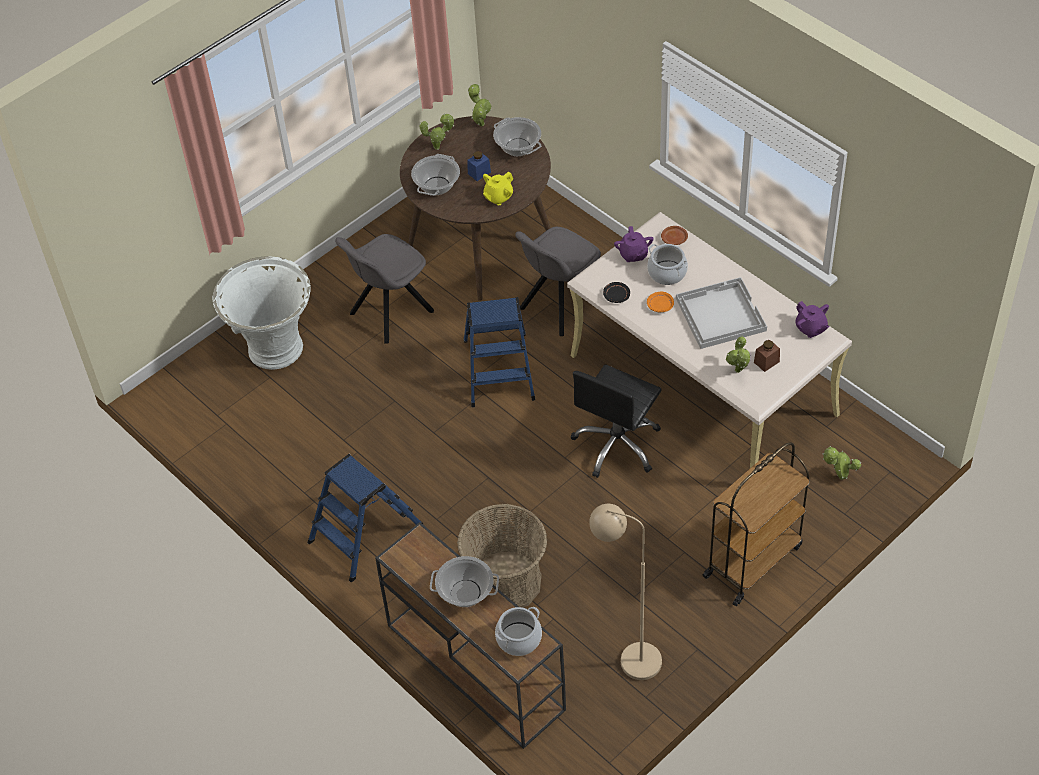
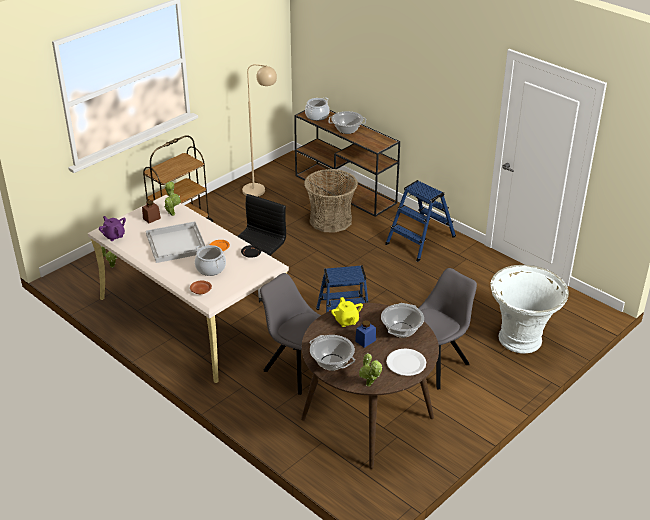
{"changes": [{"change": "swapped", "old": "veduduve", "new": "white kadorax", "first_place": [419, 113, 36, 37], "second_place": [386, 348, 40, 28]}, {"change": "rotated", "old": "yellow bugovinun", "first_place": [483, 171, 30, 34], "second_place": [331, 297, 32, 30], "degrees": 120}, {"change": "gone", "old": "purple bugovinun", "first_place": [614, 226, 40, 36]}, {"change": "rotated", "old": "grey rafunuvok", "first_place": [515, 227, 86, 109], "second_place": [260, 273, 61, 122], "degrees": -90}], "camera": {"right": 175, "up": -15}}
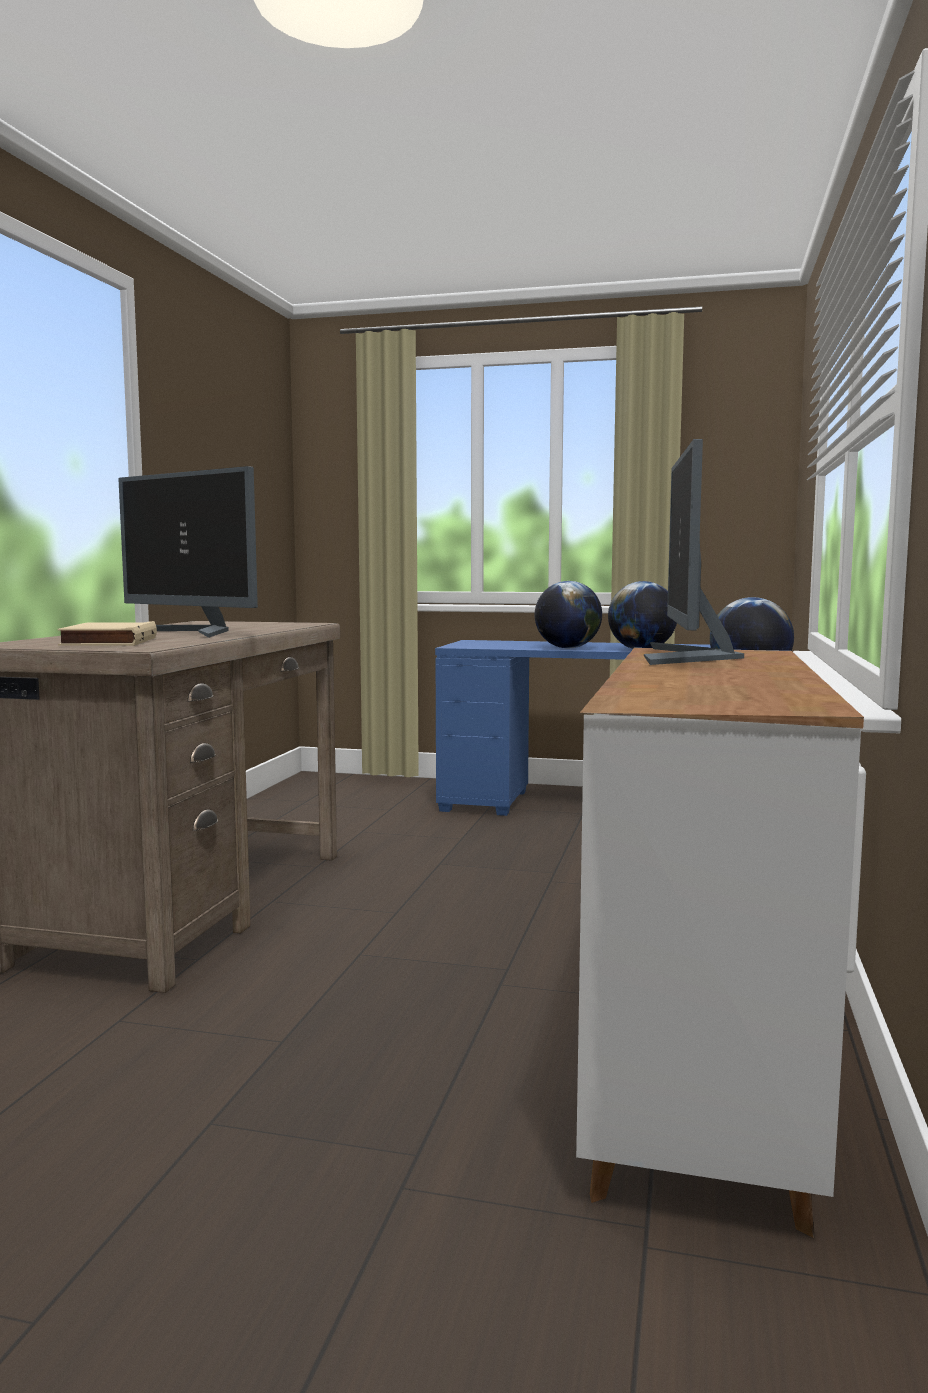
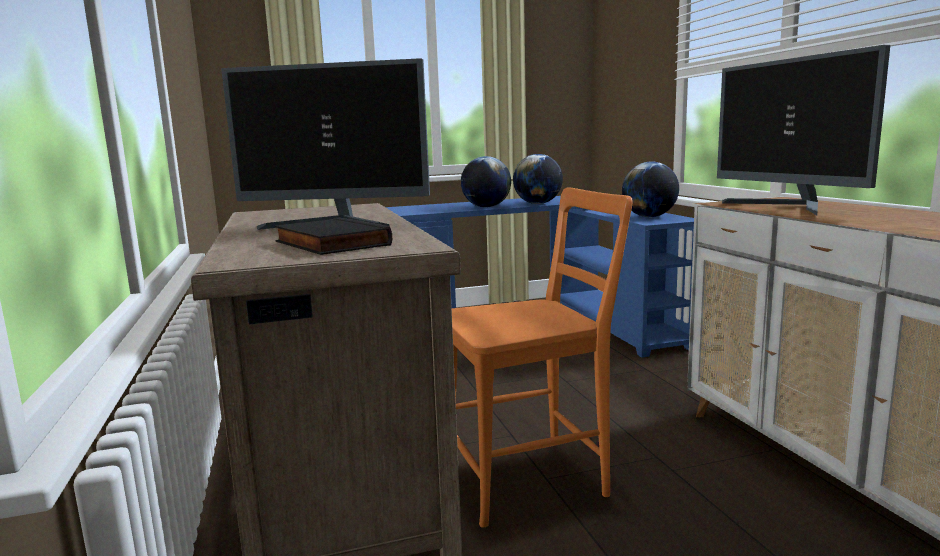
{"changes": [{"change": "repainted", "old": "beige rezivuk", "new": "black rezivuk", "first_place": [58, 621, 99, 25], "second_place": [275, 217, 117, 38]}, {"change": "new", "new": "orange rafunuvok", "second_place": [452, 187, 180, 341]}], "camera": {"right": -30, "up": 5}}
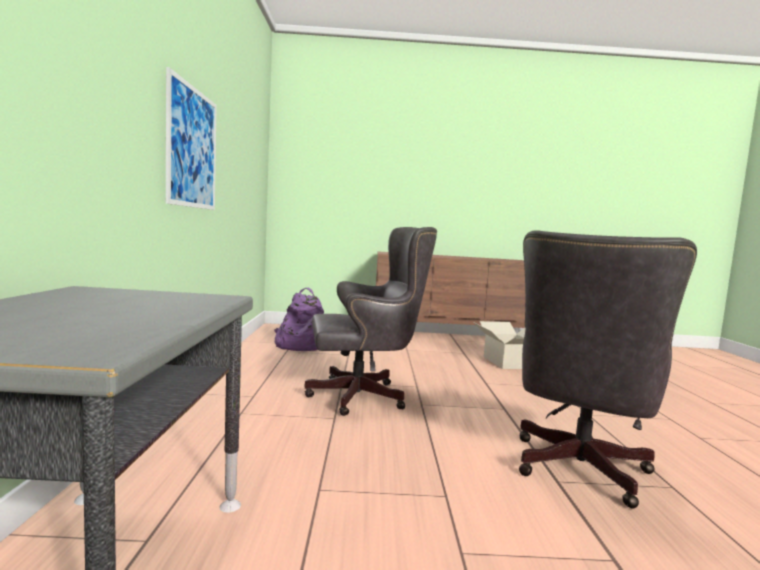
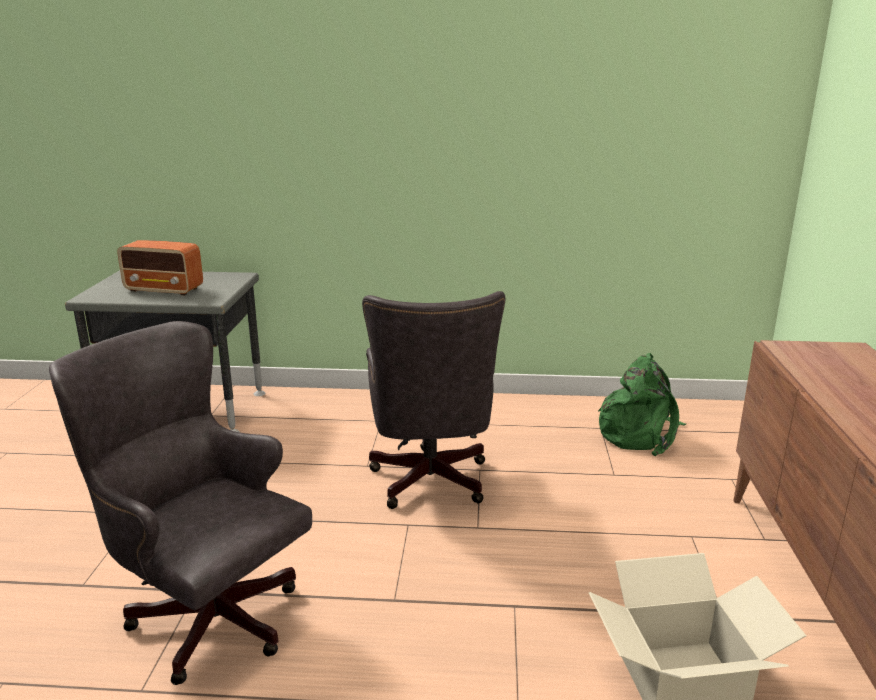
{"changes": [{"change": "gone", "old": "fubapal", "first_place": [166, 67, 51, 143]}, {"change": "repainted", "old": "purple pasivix", "new": "green pasivix", "first_place": [274, 288, 50, 63], "second_place": [598, 353, 88, 103]}, {"change": "new", "new": "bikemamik", "second_place": [118, 240, 85, 55]}], "camera": {"right": 95, "up": 15}}
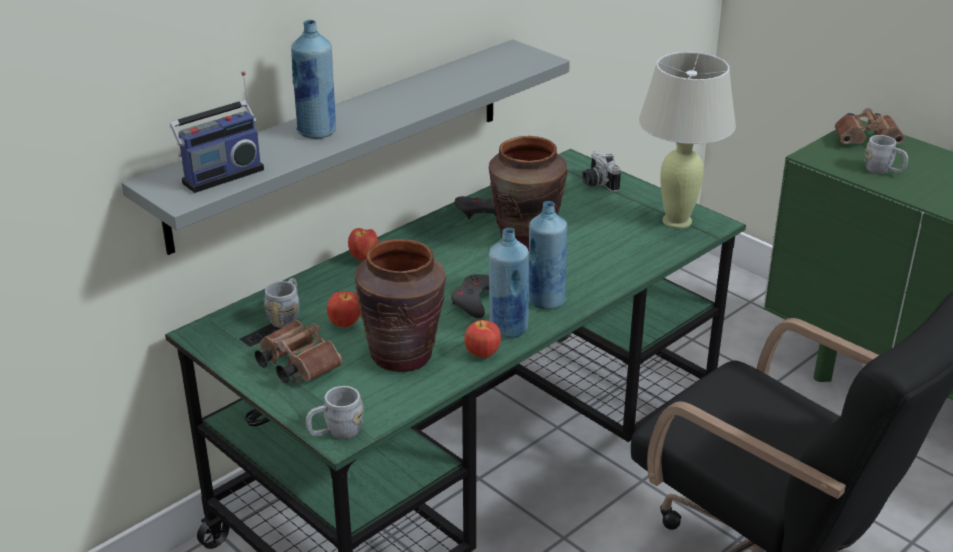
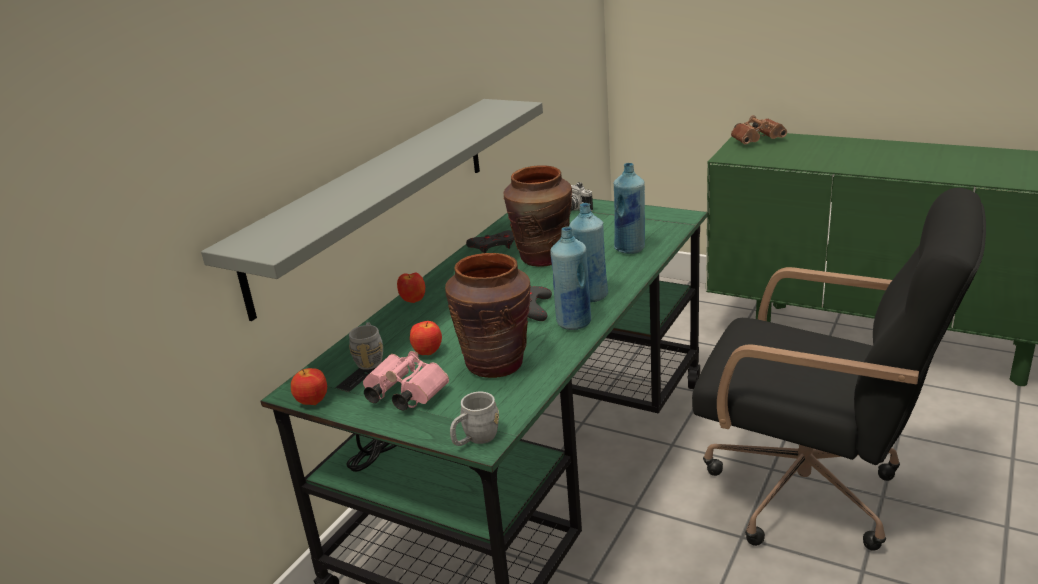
{"changes": [{"change": "shifted", "old": "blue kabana", "first_place": [291, 20, 45, 119], "second_place": [613, 163, 32, 91]}, {"change": "gone", "old": "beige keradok", "first_place": [639, 52, 97, 177]}, {"change": "gone", "old": "bikemamik", "first_place": [170, 71, 94, 122]}, {"change": "gone", "old": "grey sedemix", "first_place": [865, 135, 43, 39]}, {"change": "repainted", "old": "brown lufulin", "new": "pink lufulin", "first_place": [255, 320, 87, 63], "second_place": [363, 351, 86, 59]}, {"change": "shifted", "old": "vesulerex", "first_place": [464, 320, 37, 39], "second_place": [291, 368, 36, 37]}], "camera": {"right": -15, "up": -5}}
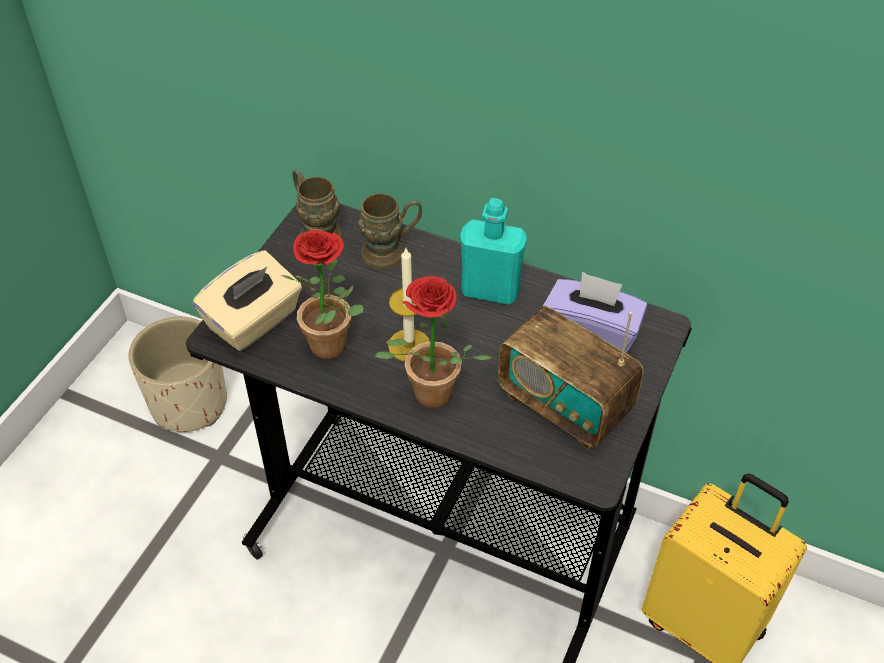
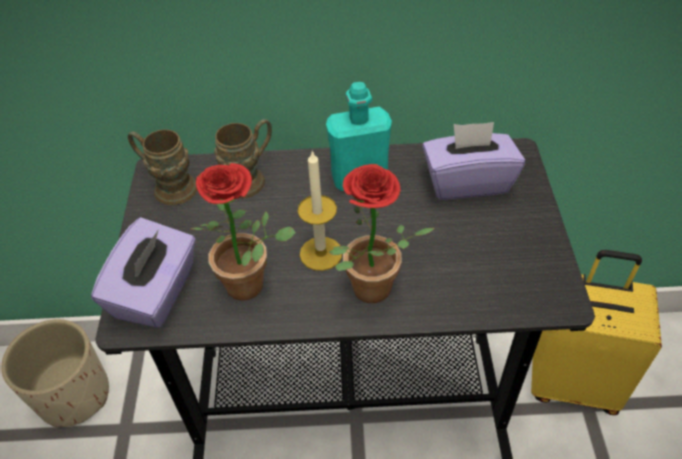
{"changes": [{"change": "repainted", "old": "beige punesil", "new": "purple punesil", "first_place": [193, 250, 109, 101], "second_place": [91, 217, 105, 111]}, {"change": "gone", "old": "bikemamik", "first_place": [498, 306, 146, 144]}], "camera": {"right": -25, "up": 0}}
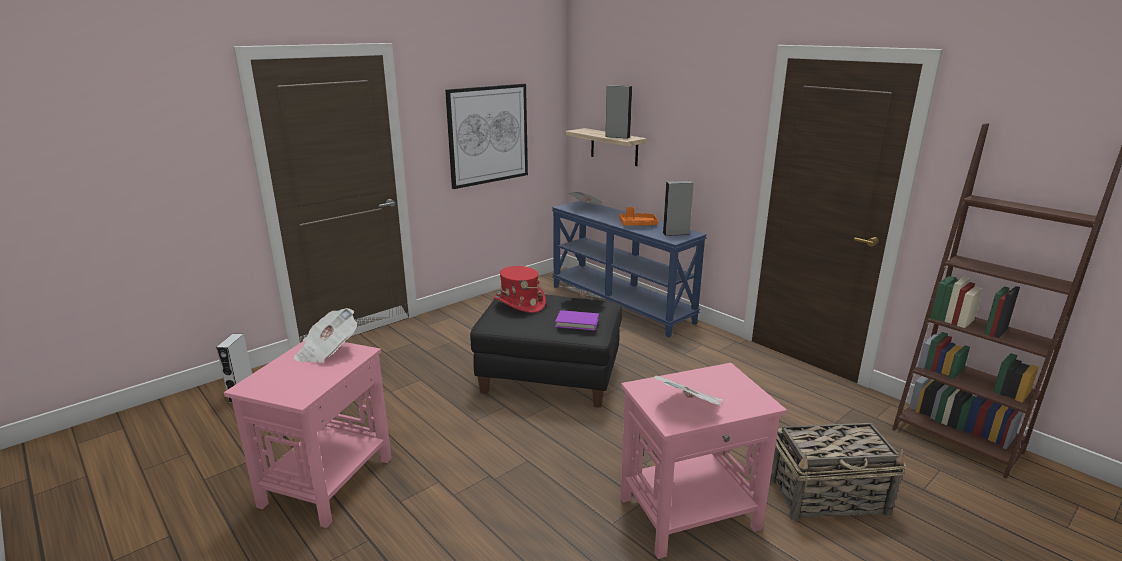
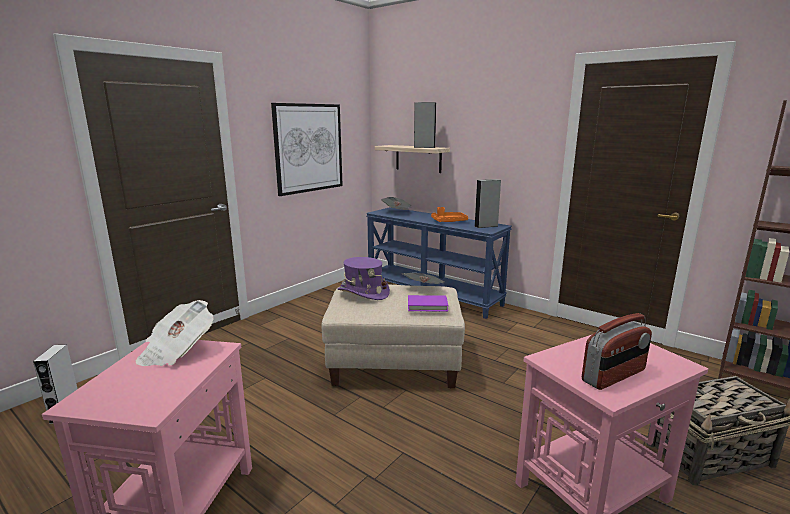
{"changes": [{"change": "repainted", "old": "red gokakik", "new": "purple gokakik", "first_place": [494, 266, 52, 47], "second_place": [337, 257, 53, 43]}, {"change": "repainted", "old": "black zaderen", "new": "beige zaderen", "first_place": [470, 294, 152, 114], "second_place": [321, 284, 144, 104]}, {"change": "swapped", "old": "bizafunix", "new": "bikemamik", "first_place": [654, 376, 69, 30], "second_place": [582, 313, 70, 77]}], "camera": {"right": -10, "up": -5}}
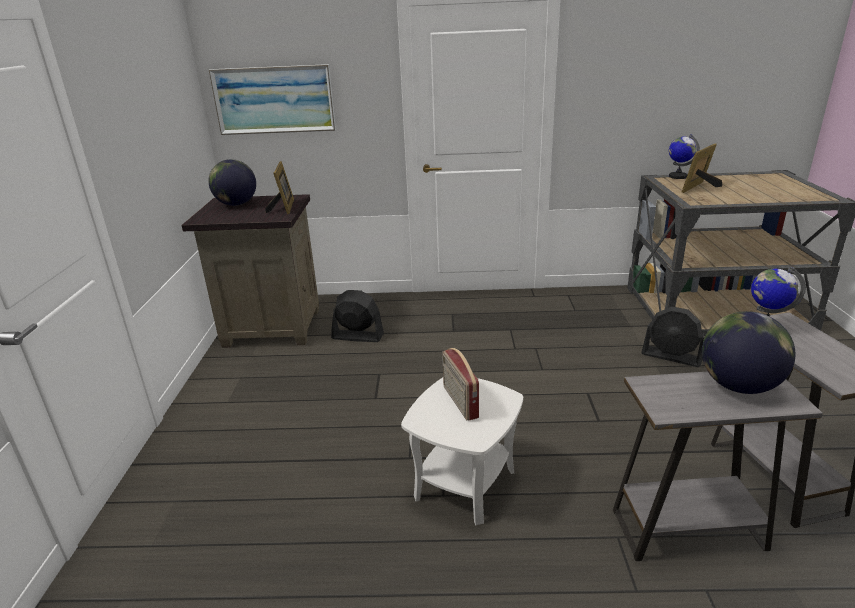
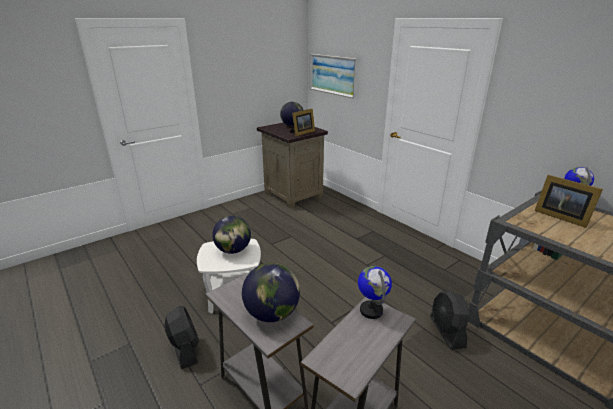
{"changes": [{"change": "rotated", "old": "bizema", "first_place": [682, 144, 40, 49], "second_place": [534, 175, 69, 53], "degrees": -135}, {"change": "shifted", "old": "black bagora", "first_place": [331, 290, 53, 52], "second_place": [164, 306, 35, 63]}, {"change": "swapped", "old": "bikemamik", "new": "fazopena", "first_place": [442, 348, 37, 72], "second_place": [212, 216, 39, 38]}], "camera": {"right": 50, "up": 0}}
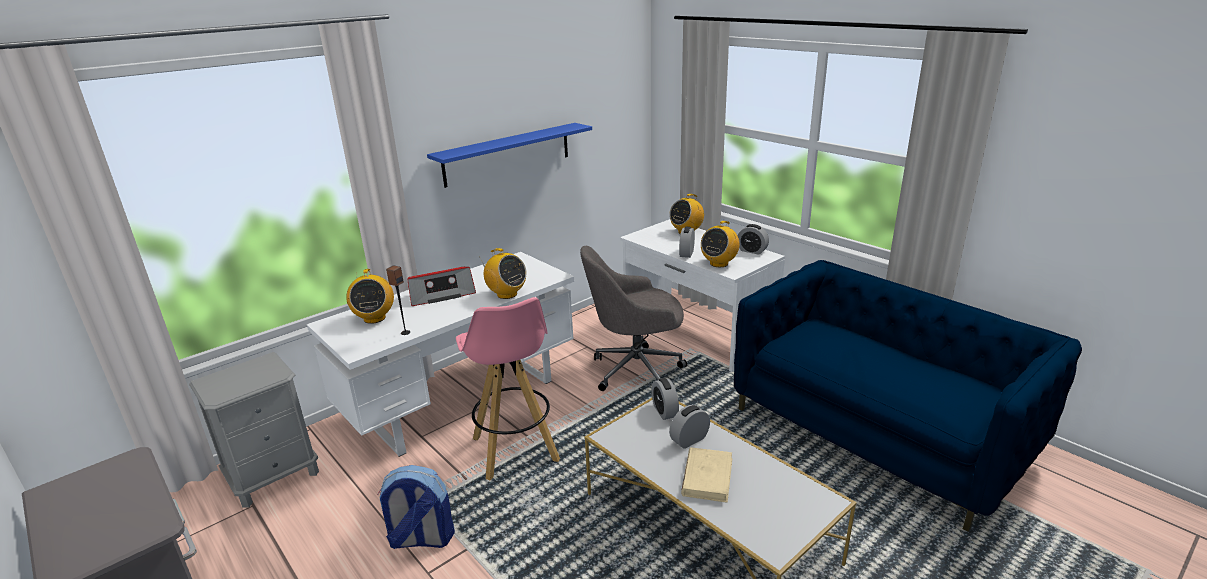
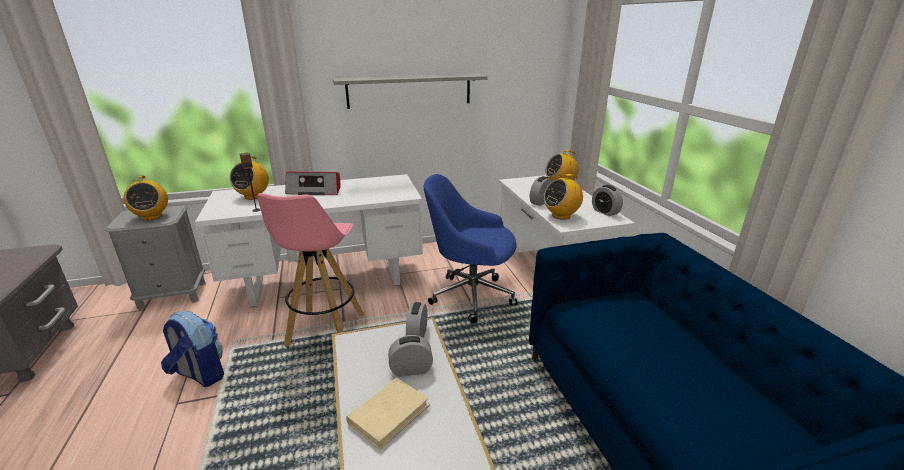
{"changes": [{"change": "repainted", "old": "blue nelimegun", "new": "grey nelimegun", "first_place": [427, 123, 165, 65], "second_place": [333, 74, 155, 35]}, {"change": "repainted", "old": "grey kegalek", "new": "blue kegalek", "first_place": [580, 246, 107, 145], "second_place": [424, 174, 93, 150]}, {"change": "shifted", "old": "bikemamik", "first_place": [480, 248, 47, 51], "second_place": [124, 176, 44, 44]}], "camera": {"right": 25, "up": 0}}
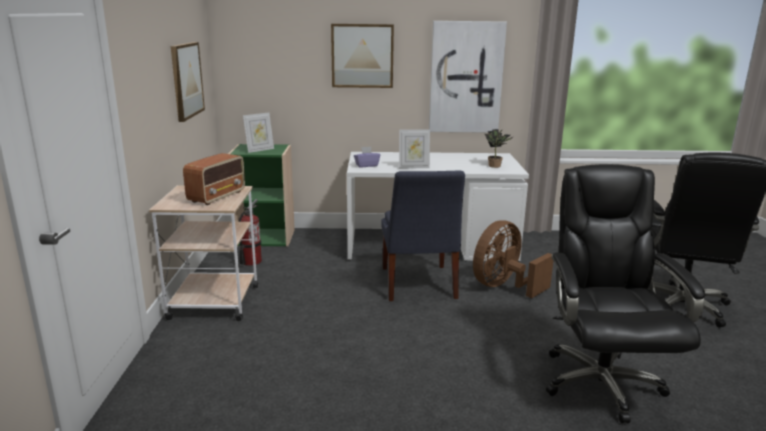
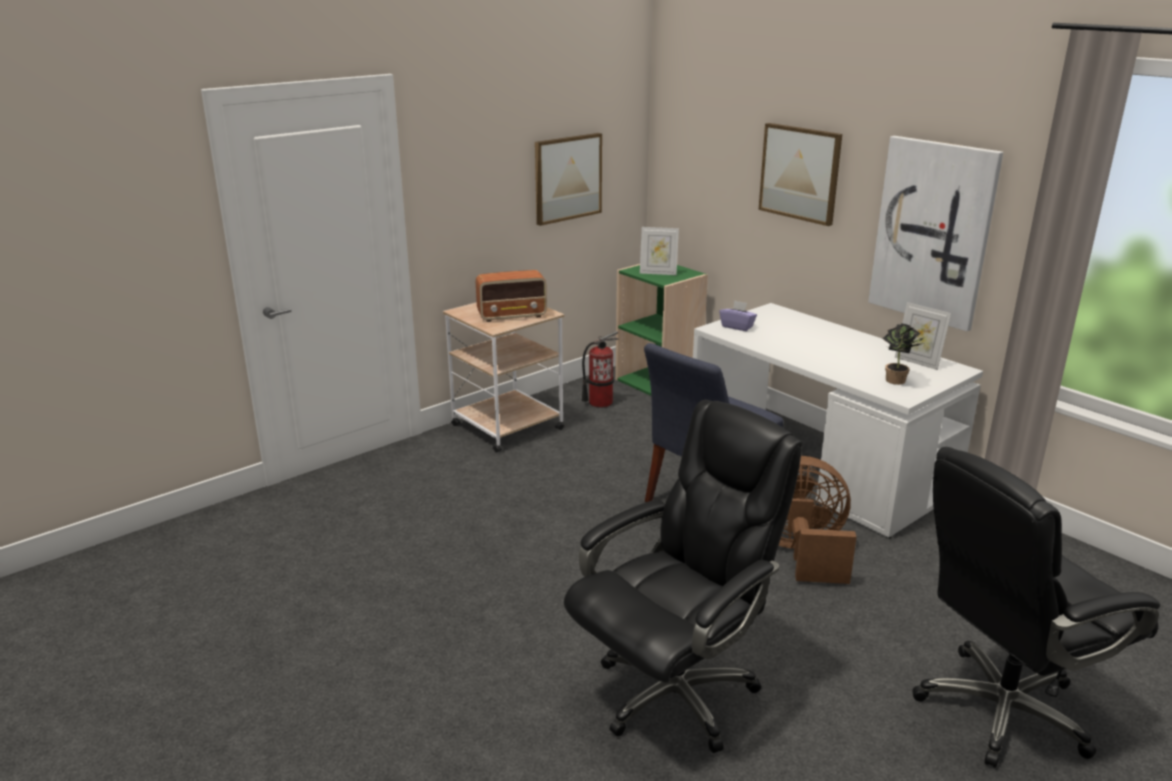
{"changes": [{"change": "shifted", "old": "bizema", "first_place": [399, 129, 31, 40], "second_place": [895, 302, 56, 68]}], "camera": {"right": 50, "up": 5}}
